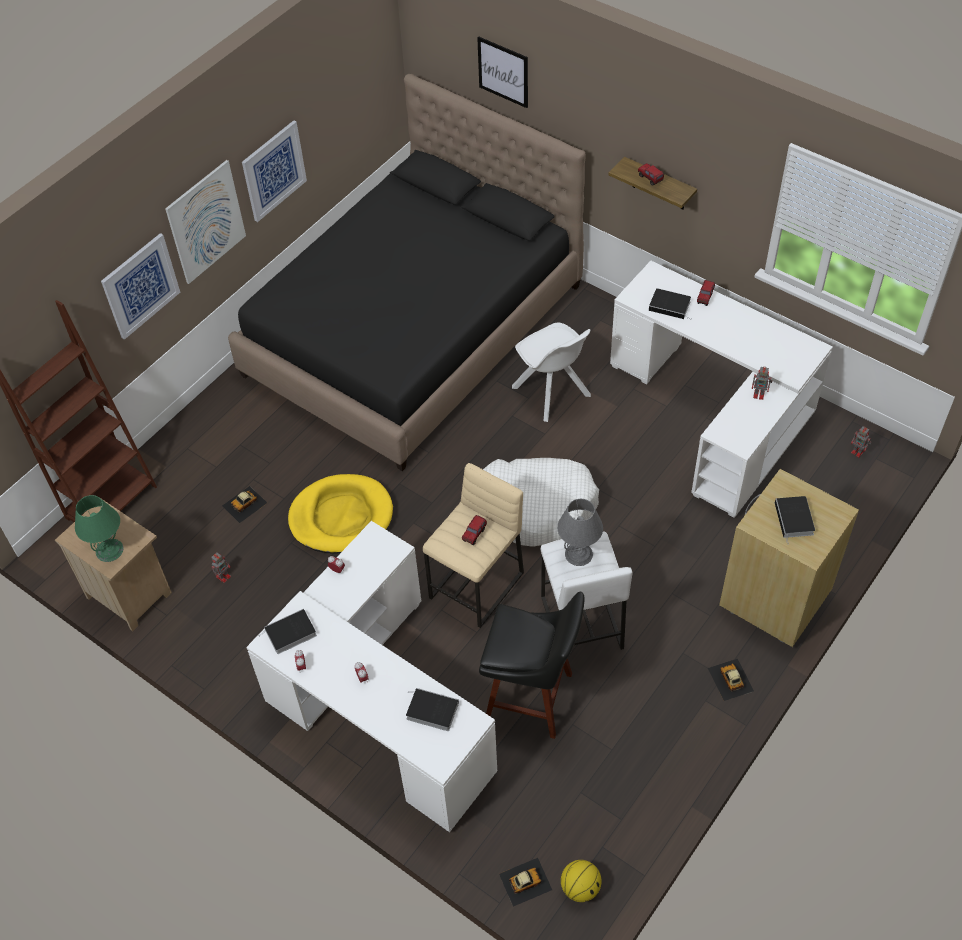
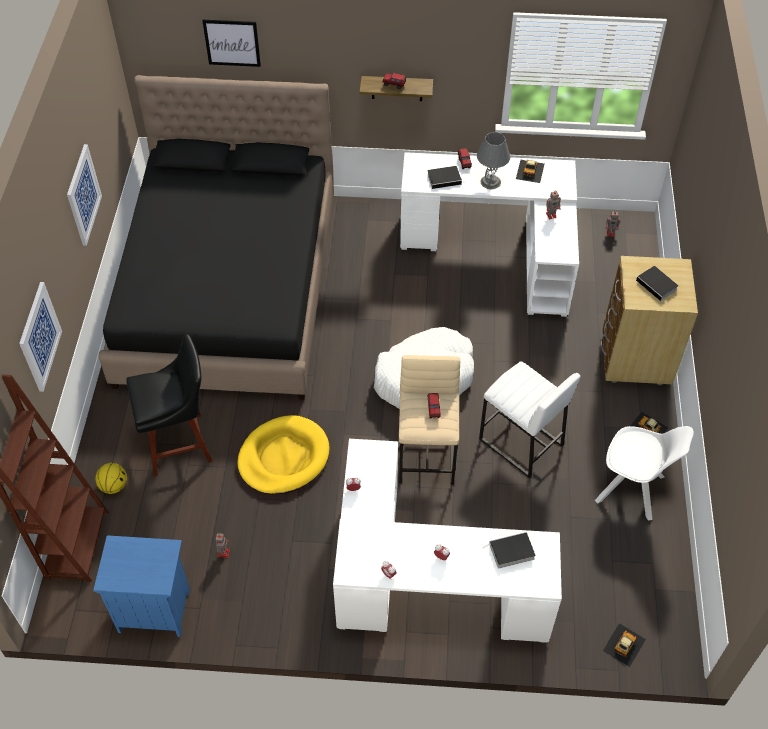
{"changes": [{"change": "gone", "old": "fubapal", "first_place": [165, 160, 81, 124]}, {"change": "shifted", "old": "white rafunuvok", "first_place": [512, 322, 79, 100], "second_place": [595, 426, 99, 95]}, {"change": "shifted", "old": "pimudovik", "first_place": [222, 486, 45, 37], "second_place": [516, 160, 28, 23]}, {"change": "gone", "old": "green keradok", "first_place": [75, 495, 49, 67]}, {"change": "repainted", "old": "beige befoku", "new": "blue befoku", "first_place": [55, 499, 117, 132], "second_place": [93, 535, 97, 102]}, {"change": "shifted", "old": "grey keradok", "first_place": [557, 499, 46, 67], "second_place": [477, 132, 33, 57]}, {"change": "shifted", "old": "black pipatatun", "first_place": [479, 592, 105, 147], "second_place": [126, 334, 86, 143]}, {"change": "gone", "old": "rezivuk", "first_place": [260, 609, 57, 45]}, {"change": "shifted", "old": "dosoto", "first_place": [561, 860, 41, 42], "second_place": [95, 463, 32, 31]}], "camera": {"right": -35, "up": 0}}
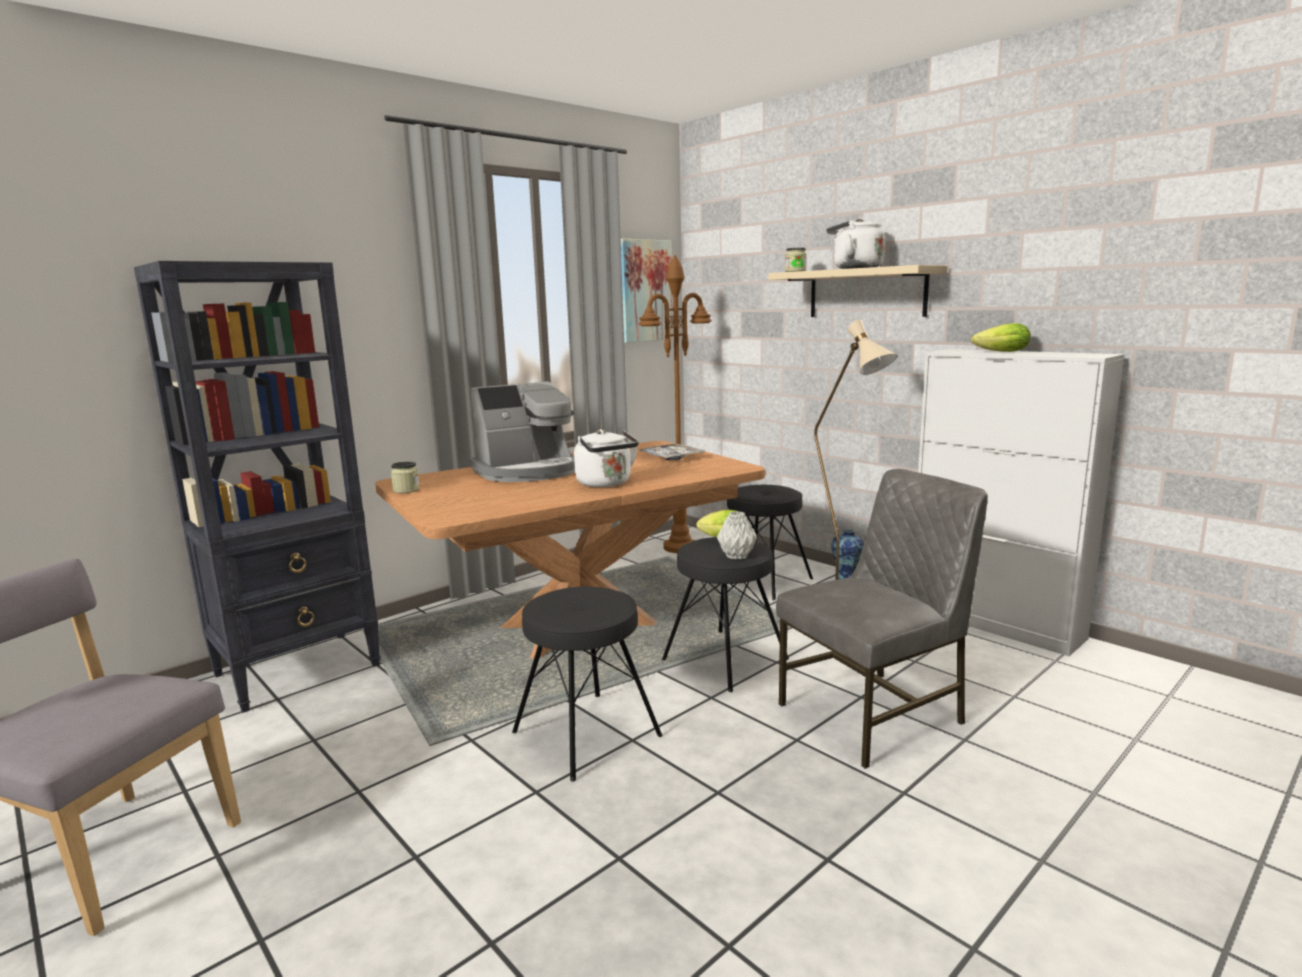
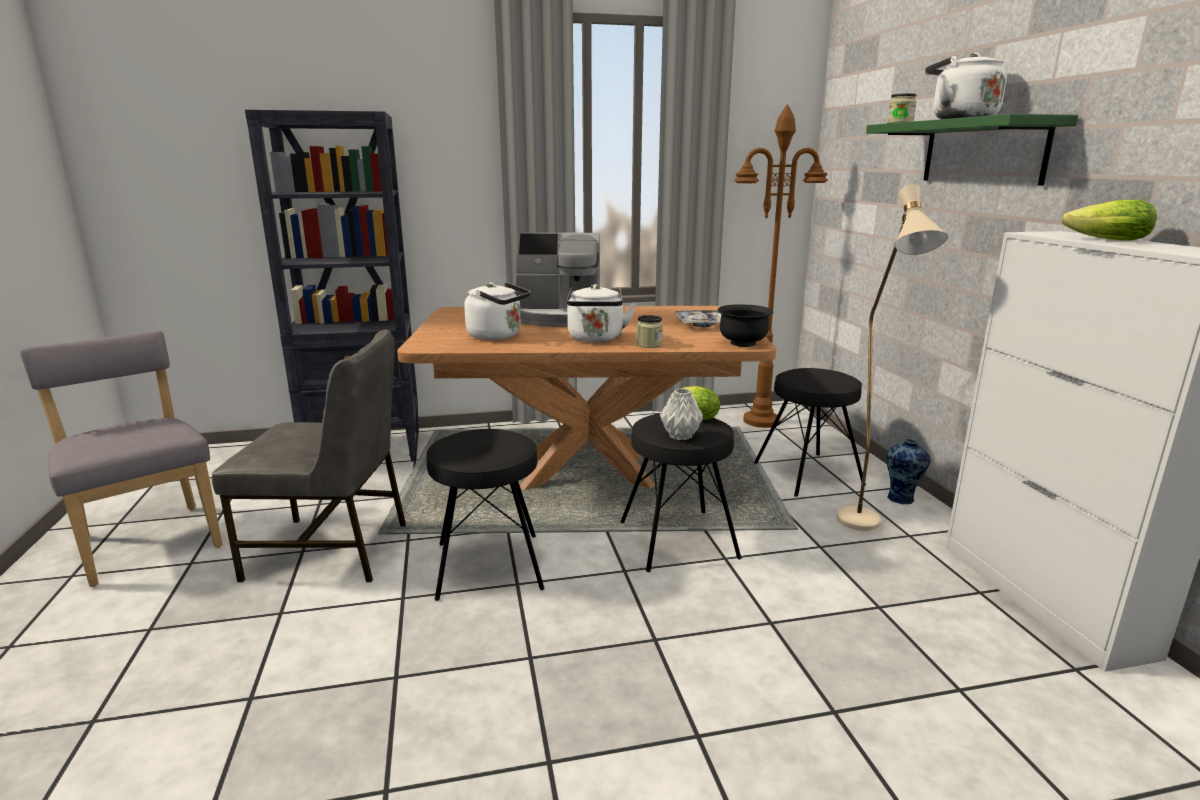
{"changes": [{"change": "gone", "old": "fubapal", "first_place": [621, 239, 52, 104]}, {"change": "repainted", "old": "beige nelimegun", "new": "green nelimegun", "first_place": [768, 265, 179, 52], "second_place": [866, 114, 212, 72]}, {"change": "shifted", "old": "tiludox", "first_place": [391, 461, 29, 32], "second_place": [636, 315, 27, 33]}, {"change": "shifted", "old": "grey rafunuvok", "first_place": [776, 469, 212, 300], "second_place": [212, 329, 194, 253]}, {"change": "new", "new": "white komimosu", "second_place": [464, 282, 66, 58]}, {"change": "new", "new": "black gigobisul", "second_place": [718, 304, 55, 43]}], "camera": {"right": 30, "up": 5}}
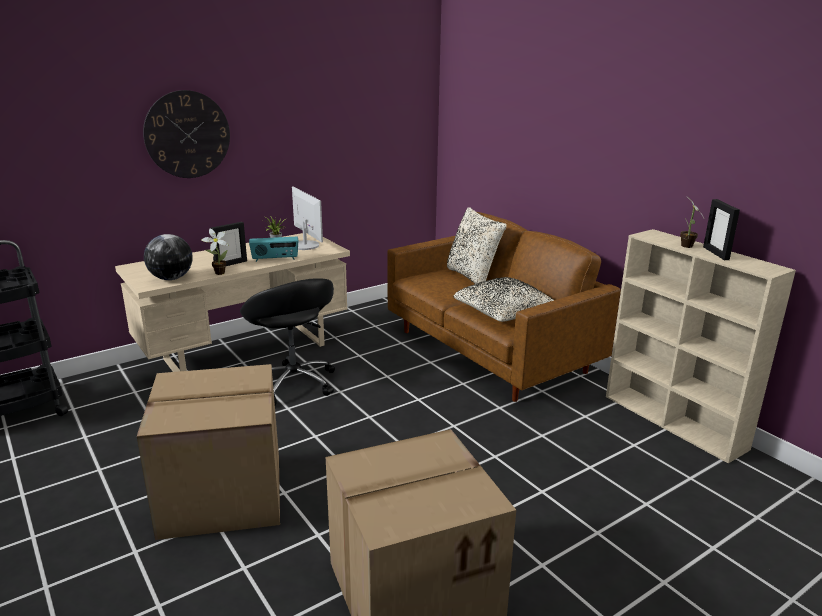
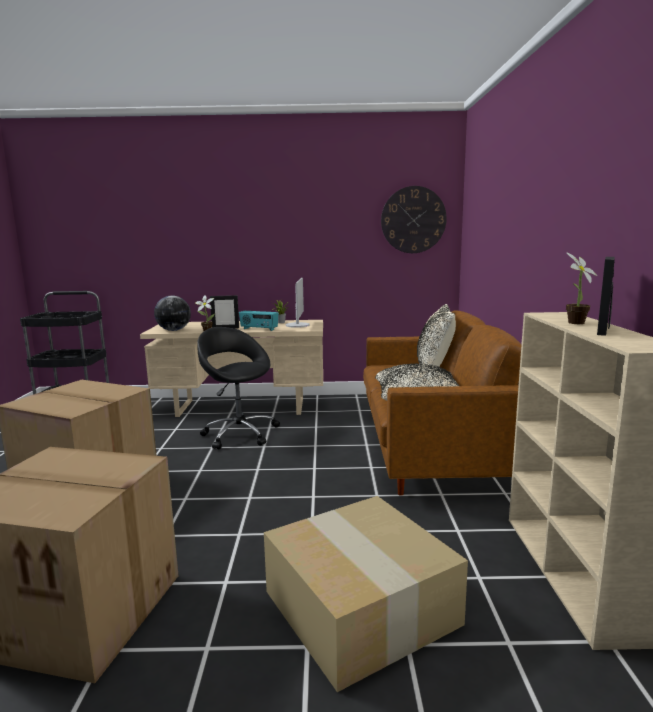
{"changes": [{"change": "shifted", "old": "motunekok", "first_place": [143, 90, 87, 88], "second_place": [381, 186, 66, 67]}, {"change": "rotated", "old": "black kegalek", "first_place": [240, 278, 95, 128], "second_place": [197, 327, 83, 122], "degrees": 120}, {"change": "new", "new": "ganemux", "second_place": [264, 496, 204, 196]}], "camera": {"right": 35, "up": -10}}
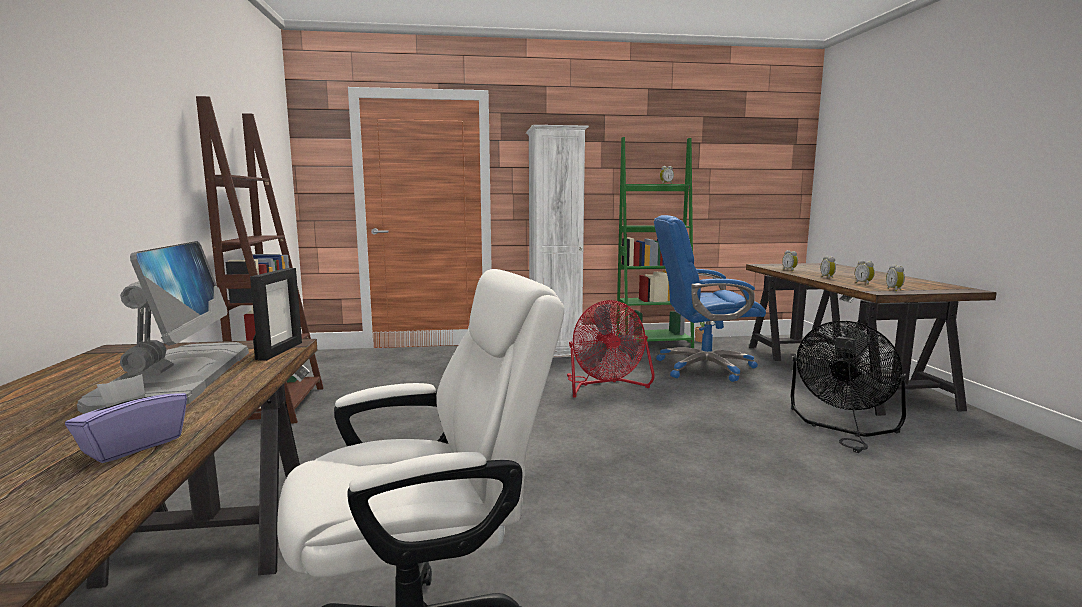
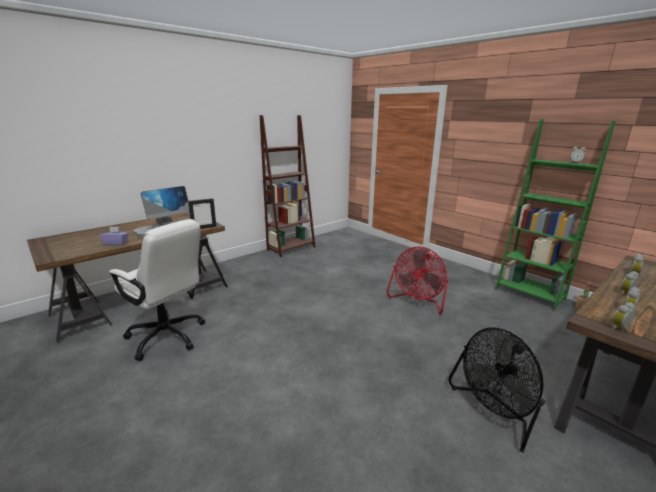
{"changes": [{"change": "gone", "old": "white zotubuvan", "first_place": [526, 125, 63, 232]}, {"change": "gone", "old": "blue kegalek", "first_place": [654, 215, 112, 167]}, {"change": "rotated", "old": "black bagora", "first_place": [791, 321, 115, 132], "second_place": [448, 327, 98, 126], "degrees": 150}], "camera": {"right": 55, "up": 10}}
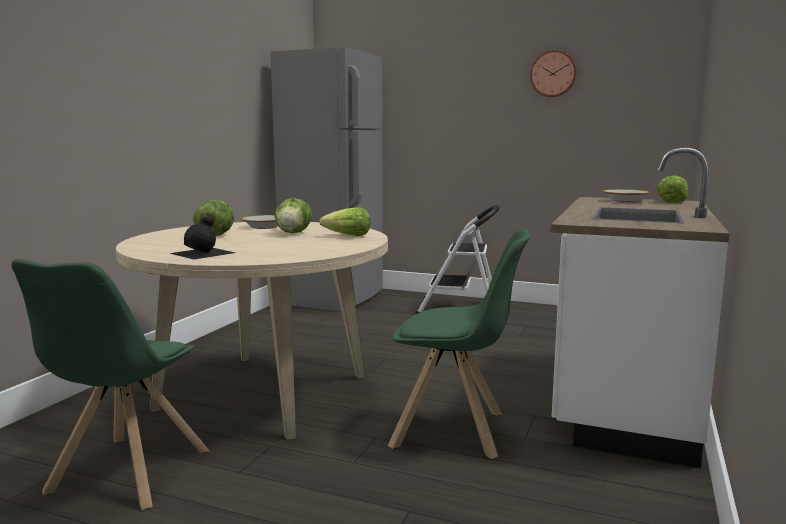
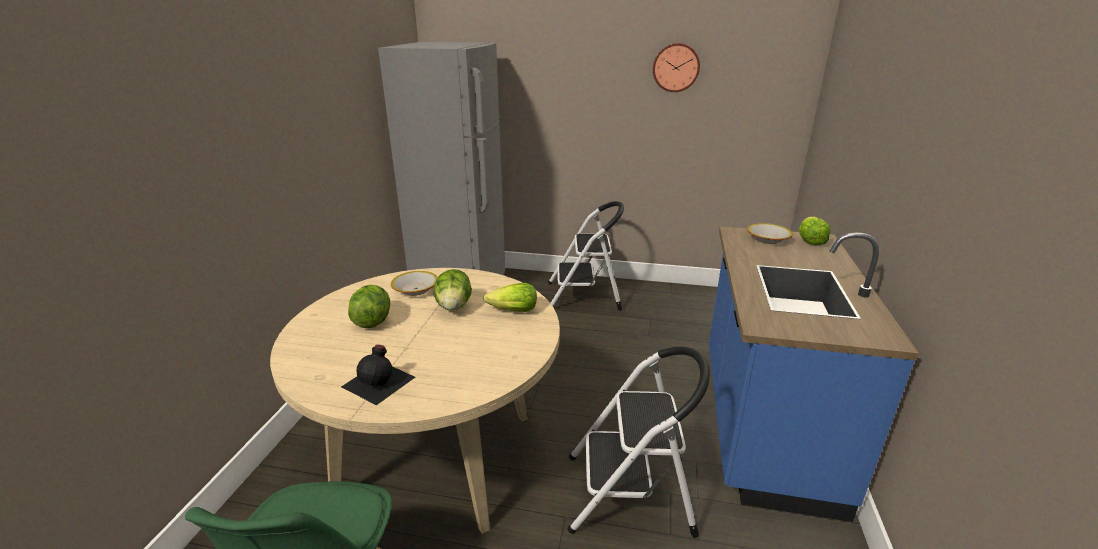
{"changes": [{"change": "repainted", "old": "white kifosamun", "new": "blue kifosamun", "first_place": [551, 148, 178, 320], "second_place": [709, 227, 210, 295]}, {"change": "swapped", "old": "green rafunuvok", "new": "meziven", "first_place": [388, 229, 142, 230], "second_place": [568, 347, 142, 191]}], "camera": {"right": -10, "up": 15}}
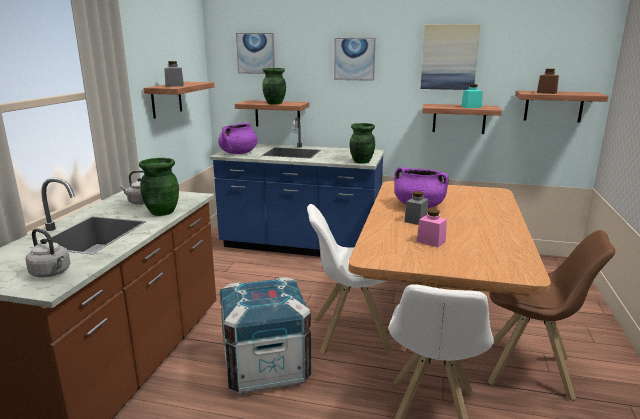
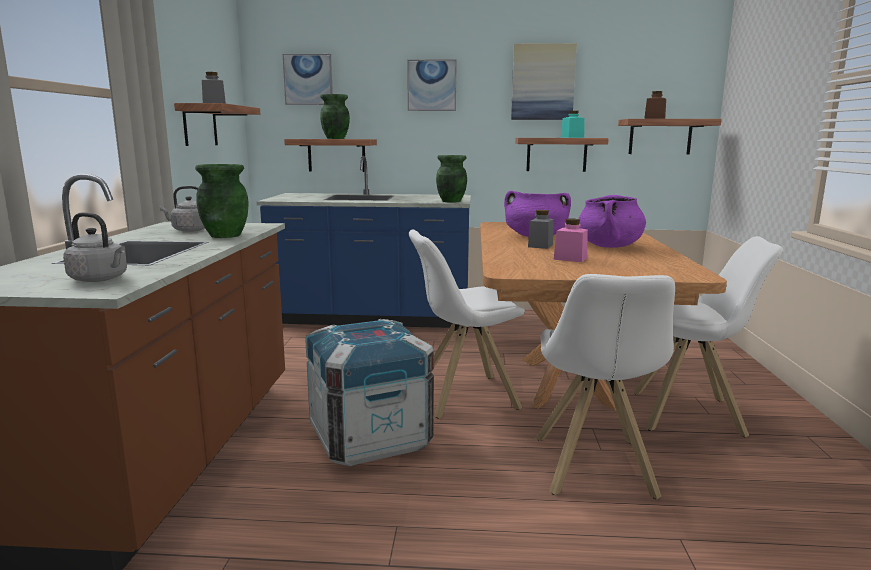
{"changes": [{"change": "shifted", "old": "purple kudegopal", "first_place": [218, 122, 39, 32], "second_place": [578, 195, 68, 53]}, {"change": "repainted", "old": "brown rafunuvok", "new": "white rafunuvok", "first_place": [488, 230, 127, 171], "second_place": [633, 236, 150, 201]}], "camera": {"right": -10, "up": -5}}
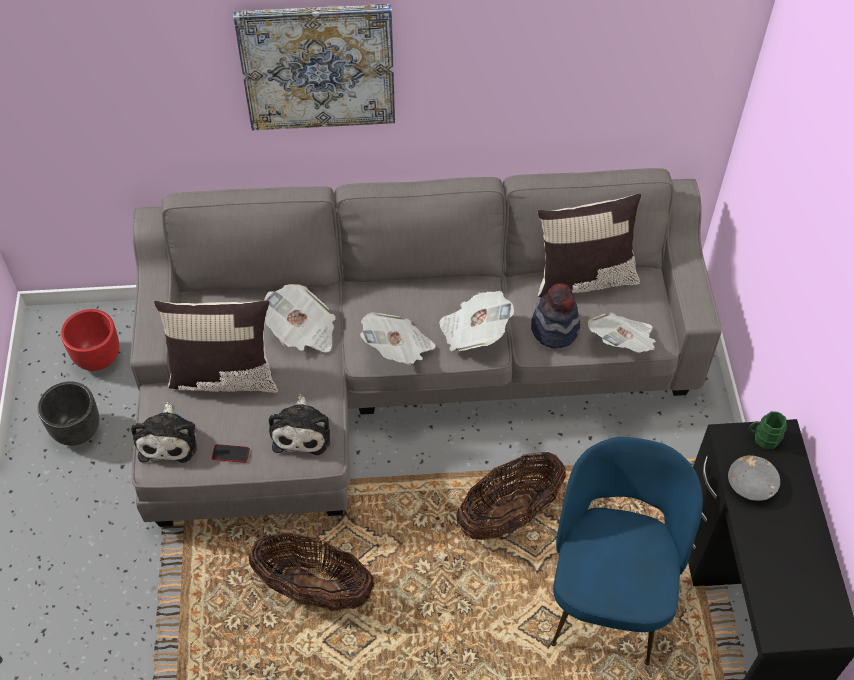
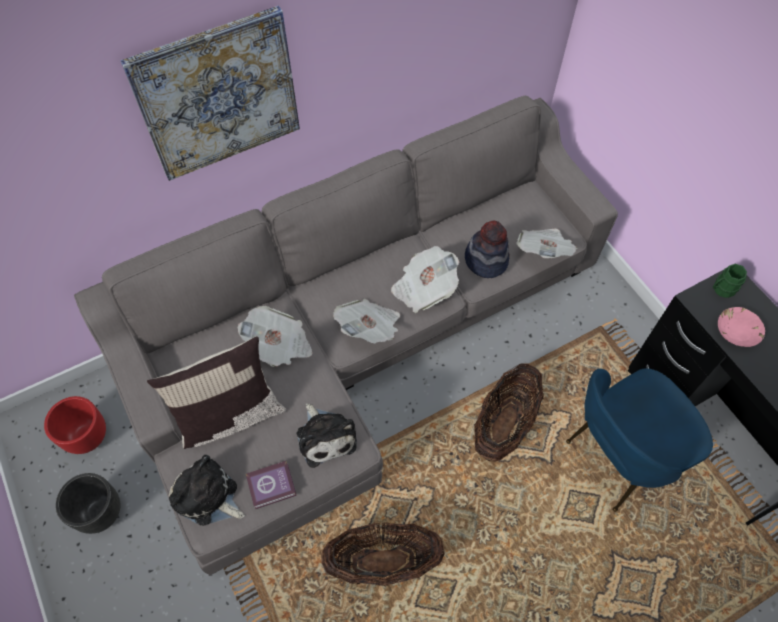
{"changes": [{"change": "gone", "old": "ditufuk", "first_place": [538, 193, 103, 104]}, {"change": "rotated", "old": "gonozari", "first_place": [131, 402, 66, 61], "second_place": [169, 455, 76, 71], "degrees": 150}, {"change": "rotated", "old": "blue rafunuvok", "first_place": [551, 437, 152, 228], "second_place": [566, 368, 147, 144], "degrees": -105}, {"change": "swapped", "old": "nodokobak", "new": "rezivuk", "first_place": [212, 444, 38, 19], "second_place": [246, 461, 51, 48]}, {"change": "repainted", "old": "grey gigobisul", "new": "pink gigobisul", "first_place": [728, 455, 52, 46], "second_place": [718, 307, 47, 40]}], "camera": {"right": -25, "up": 5}}
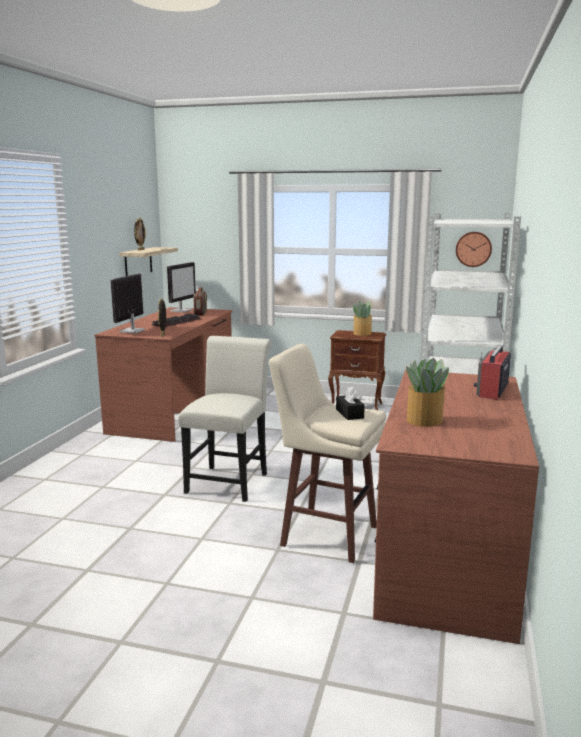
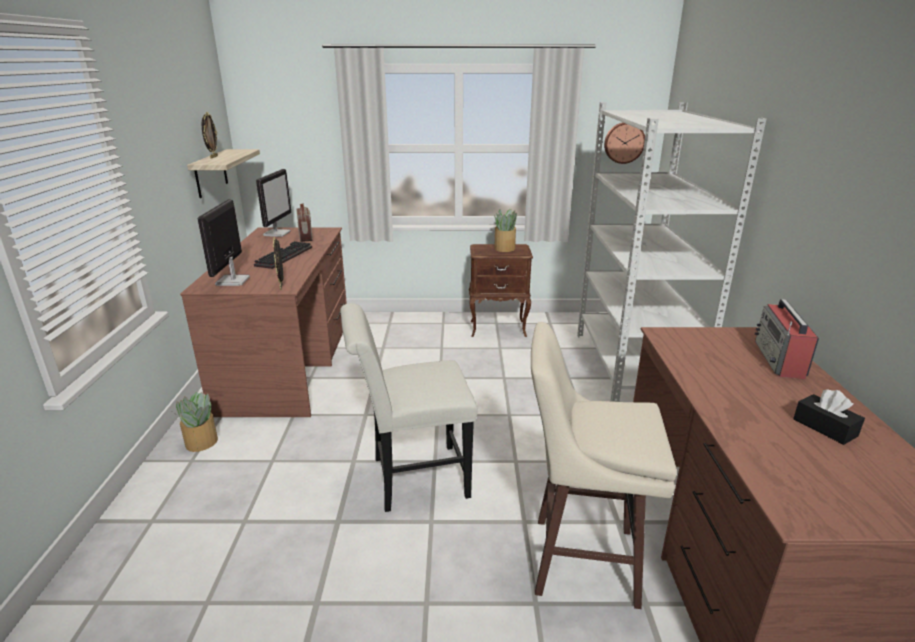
{"changes": [{"change": "rotated", "old": "white rafunuvok", "first_place": [178, 336, 93, 166], "second_place": [340, 303, 137, 209], "degrees": -105}, {"change": "shifted", "old": "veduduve", "first_place": [406, 358, 43, 69], "second_place": [173, 392, 45, 60]}, {"change": "shifted", "old": "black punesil", "first_place": [336, 387, 29, 33], "second_place": [793, 389, 72, 56]}], "camera": {"right": -15, "up": 10}}
